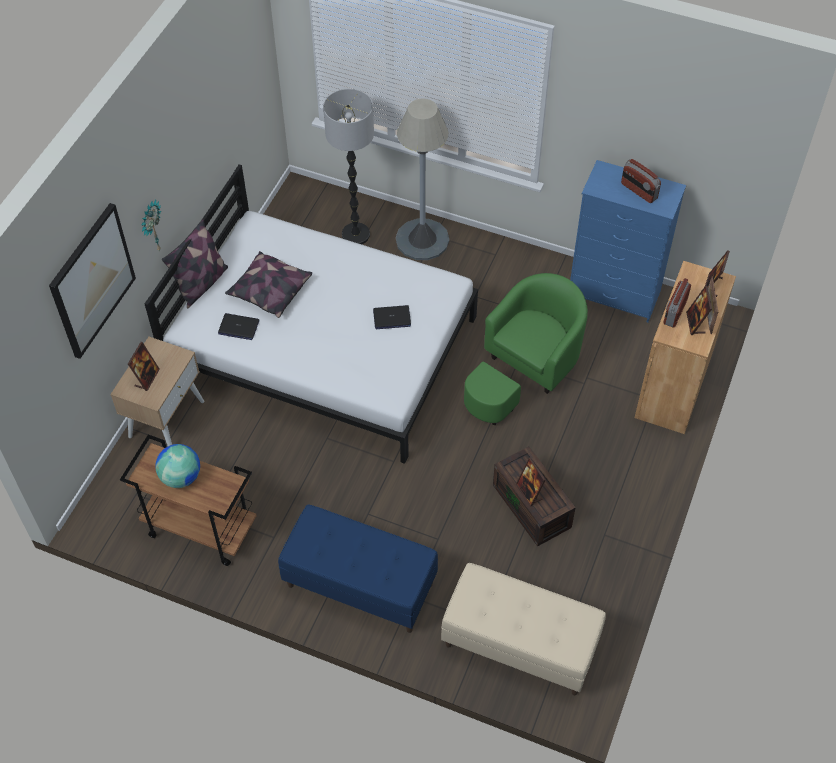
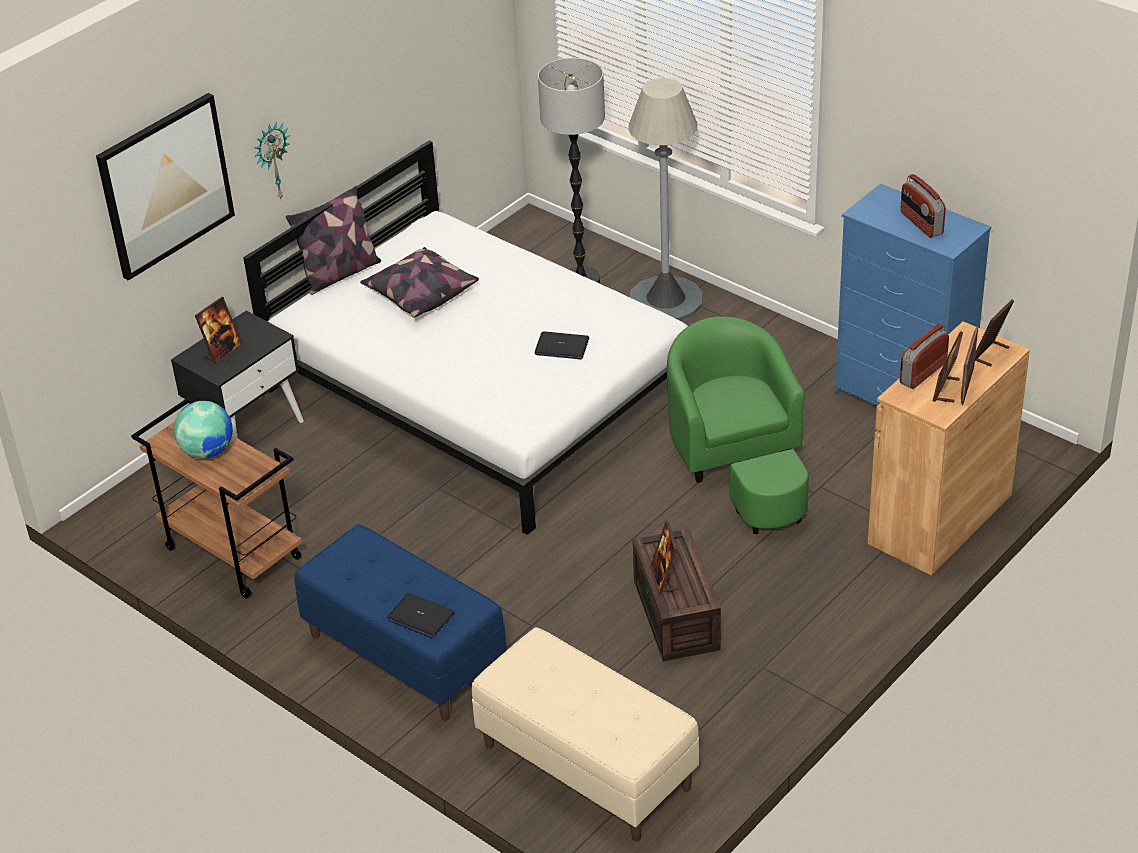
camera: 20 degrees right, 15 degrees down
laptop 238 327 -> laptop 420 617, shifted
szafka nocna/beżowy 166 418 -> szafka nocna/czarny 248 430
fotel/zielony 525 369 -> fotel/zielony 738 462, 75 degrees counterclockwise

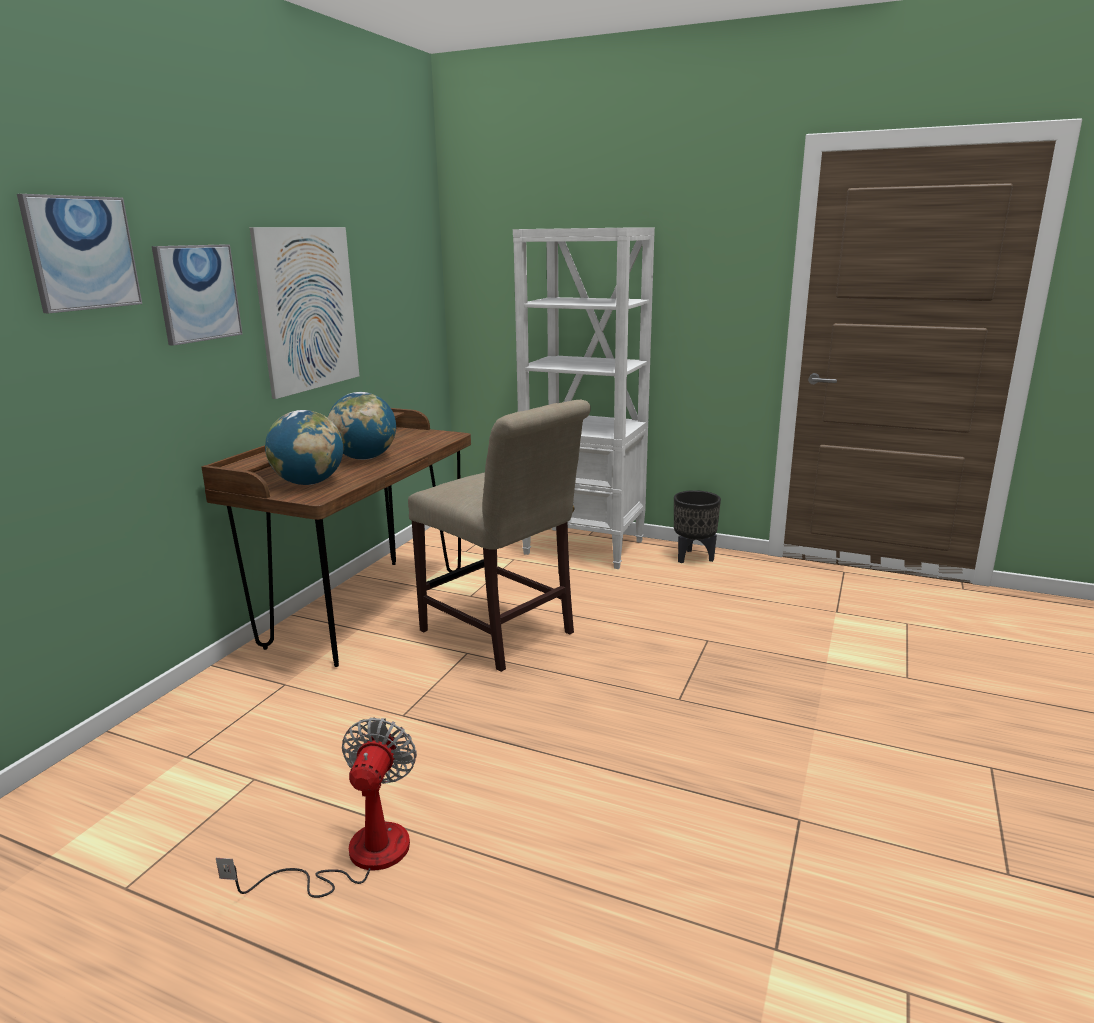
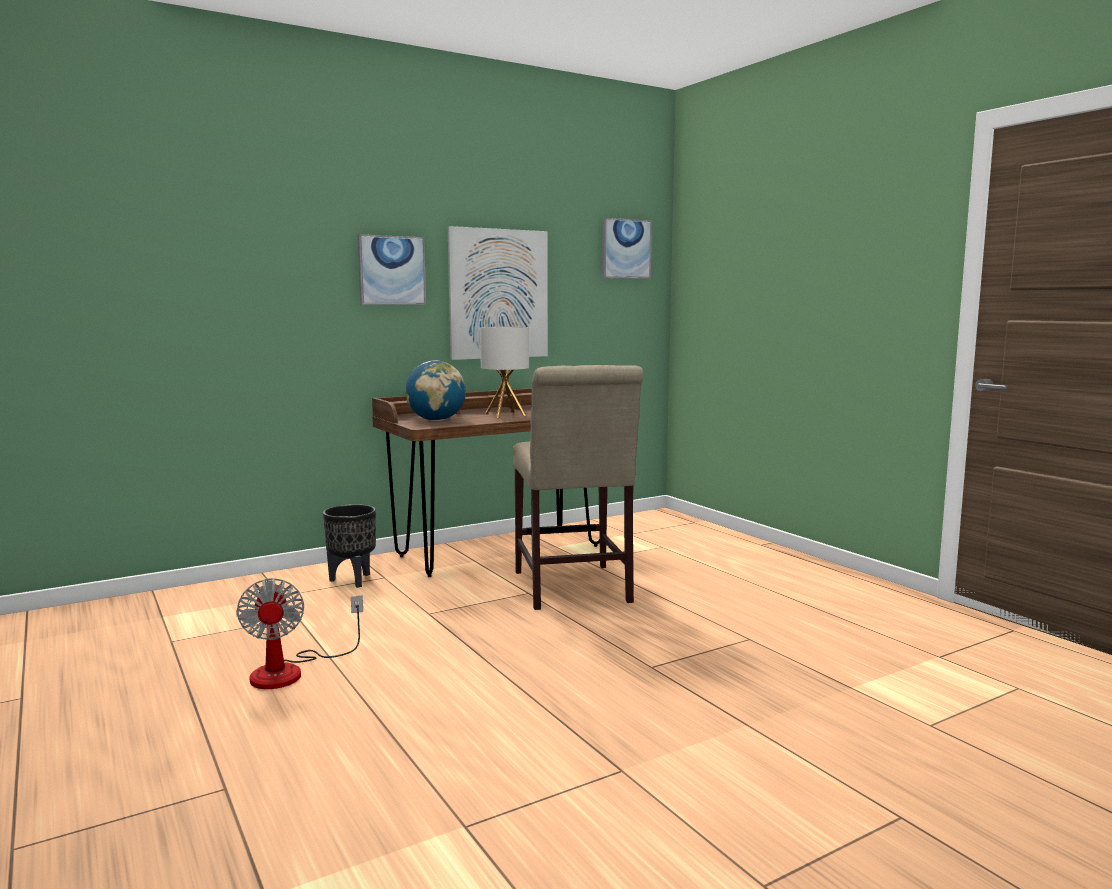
camera: 35 degrees right, 10 degrees down
regał/biały 585 547 -> none
obraz 81 253 -> obraz 625 249, shifted
donica/czarny 693 557 -> donica/czarny 353 580, shifted
globus 365 458 -> lampa stołowa 505 414
wentylator 356 857 -> wentylator 291 670, 120 degrees clockwise

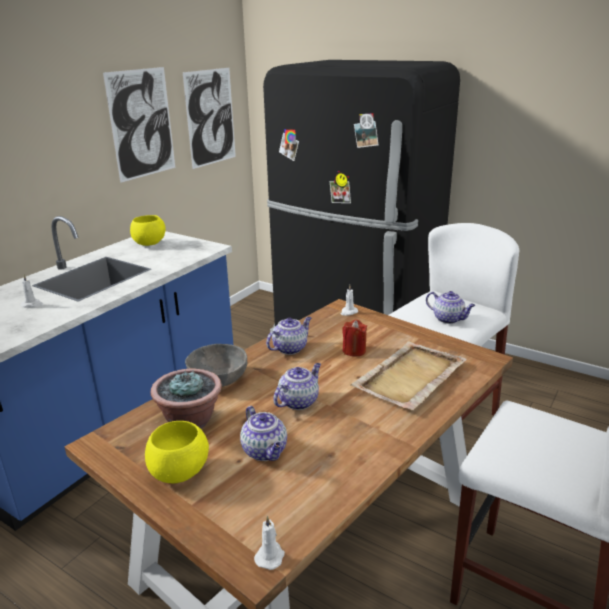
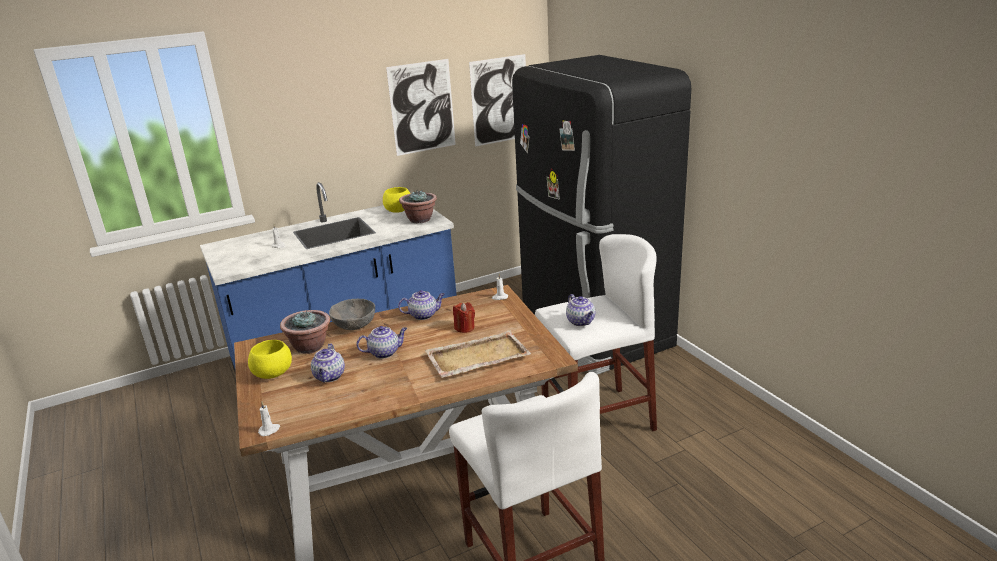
camera: 30 degrees right, 0 degrees up
none -> roślina doniczkowa 420 219

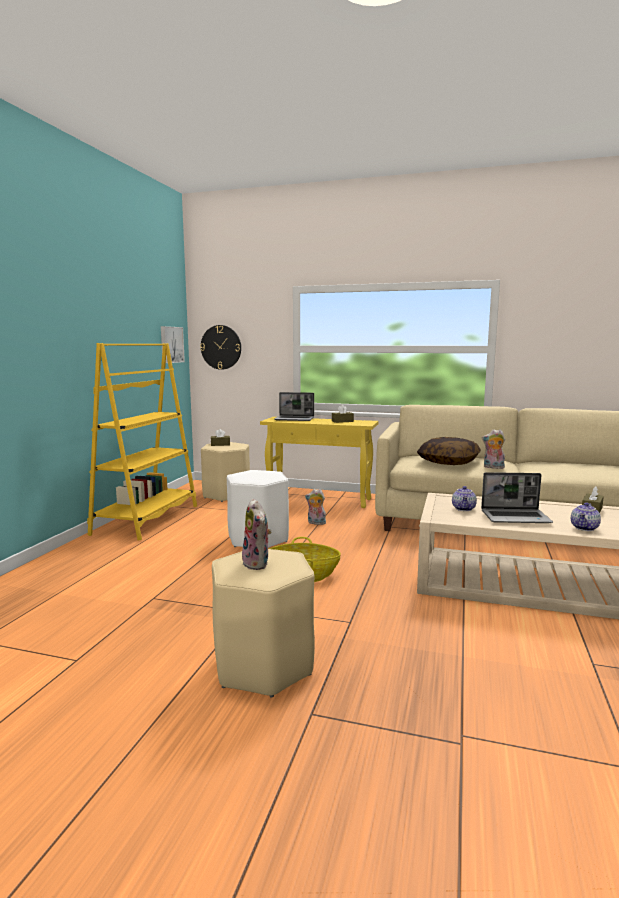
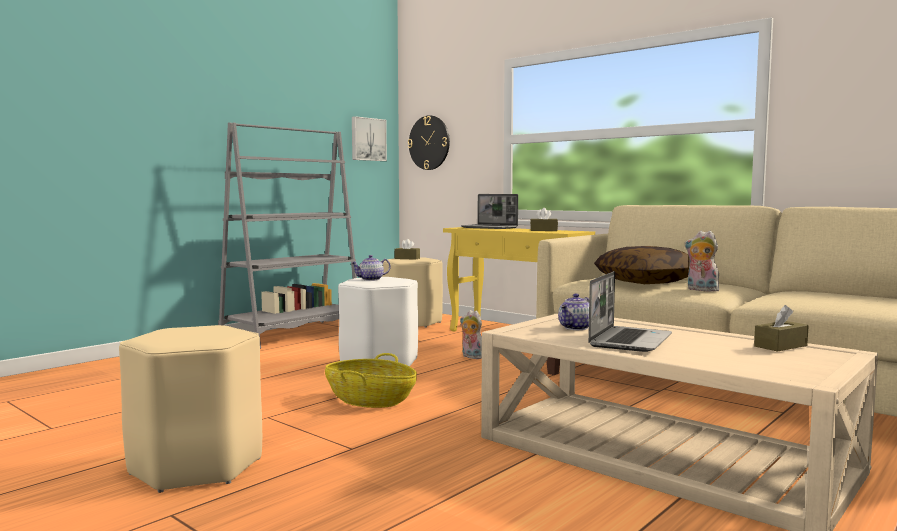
camera: 25 degrees right, 5 degrees down
pluszak 258 564 -> none
imbryk 585 528 -> imbryk 371 279, shifted
regał/żółty 147 520 -> regał/szary 293 334
laptop 516 517 -> laptop 629 340, 90 degrees counterclockwise

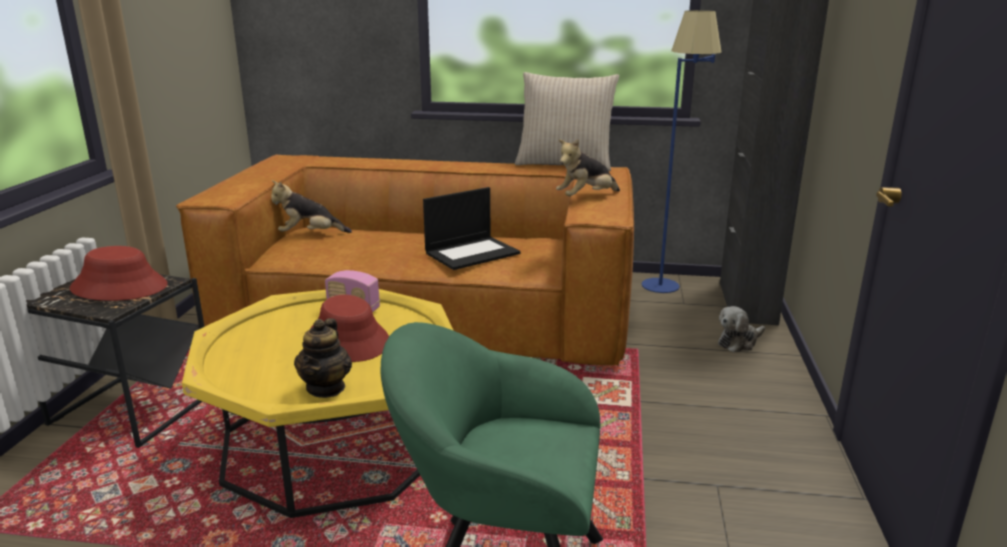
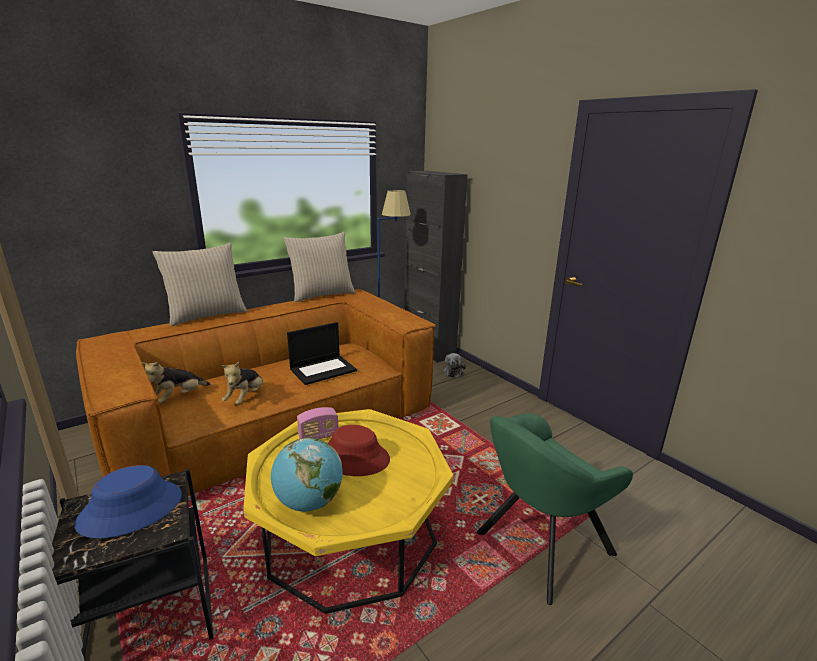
camera: 45 degrees left, 0 degrees up
imbryk 326 388 -> none
none -> poduszka/beżowy 207 315
none -> globus 309 502
pluszak 586 198 -> pluszak 245 398, shifted
kapelusz/czerwony 120 287 -> kapelusz/niebieski 131 509
laptop 472 253 -> laptop 323 369, 45 degrees clockwise

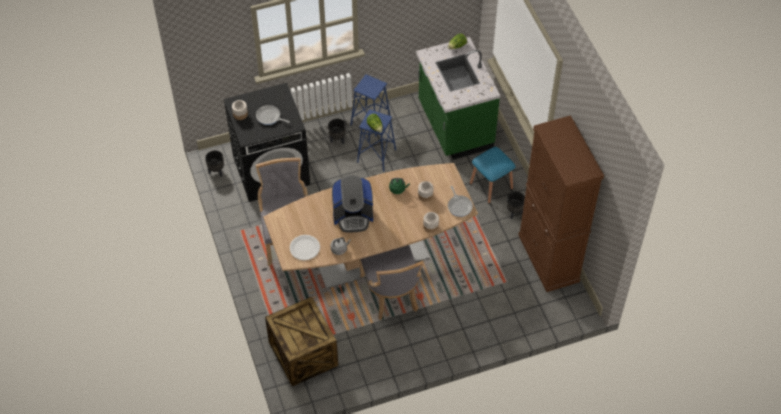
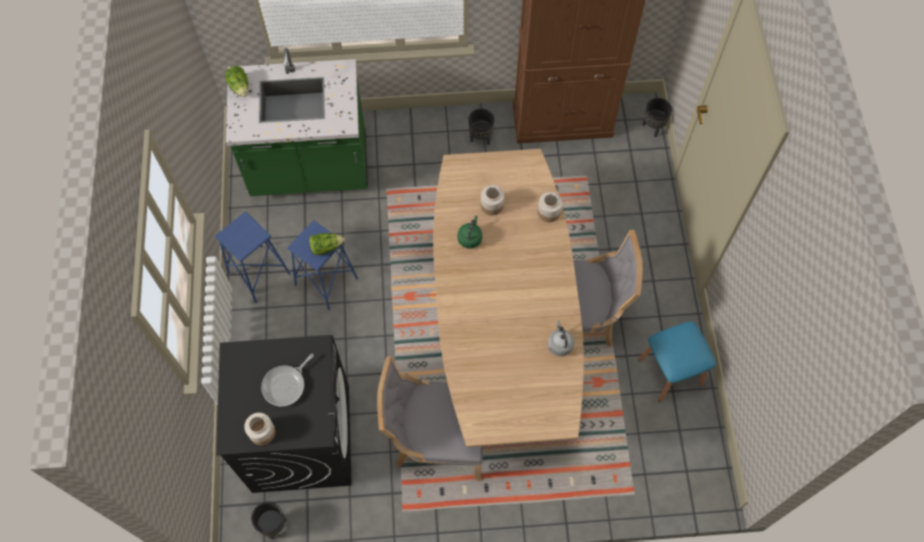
camera: 75 degrees left, 10 degrees up
skrzynka 302 354 -> none
talerz/biały 304 248 -> none
ekspres do kawy 353 216 -> none
patelnia 459 206 -> none
donica/czarny 337 140 -> donica/czarny 652 127, shifted
stołek/niebieski 491 186 -> stołek/niebieski 670 371, shifted

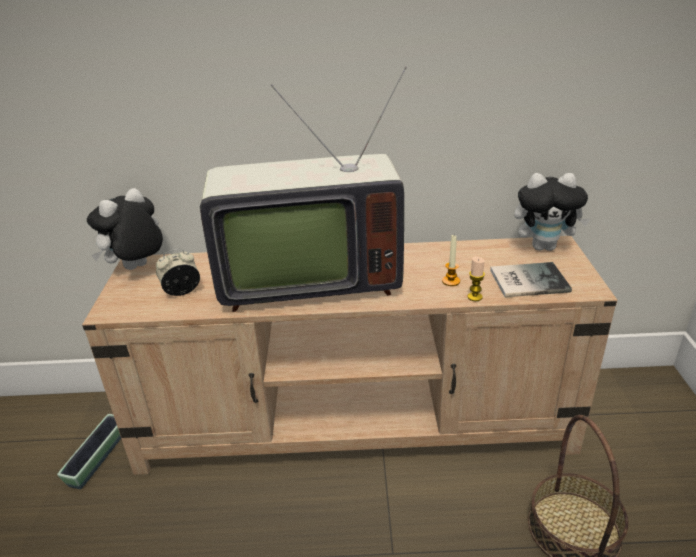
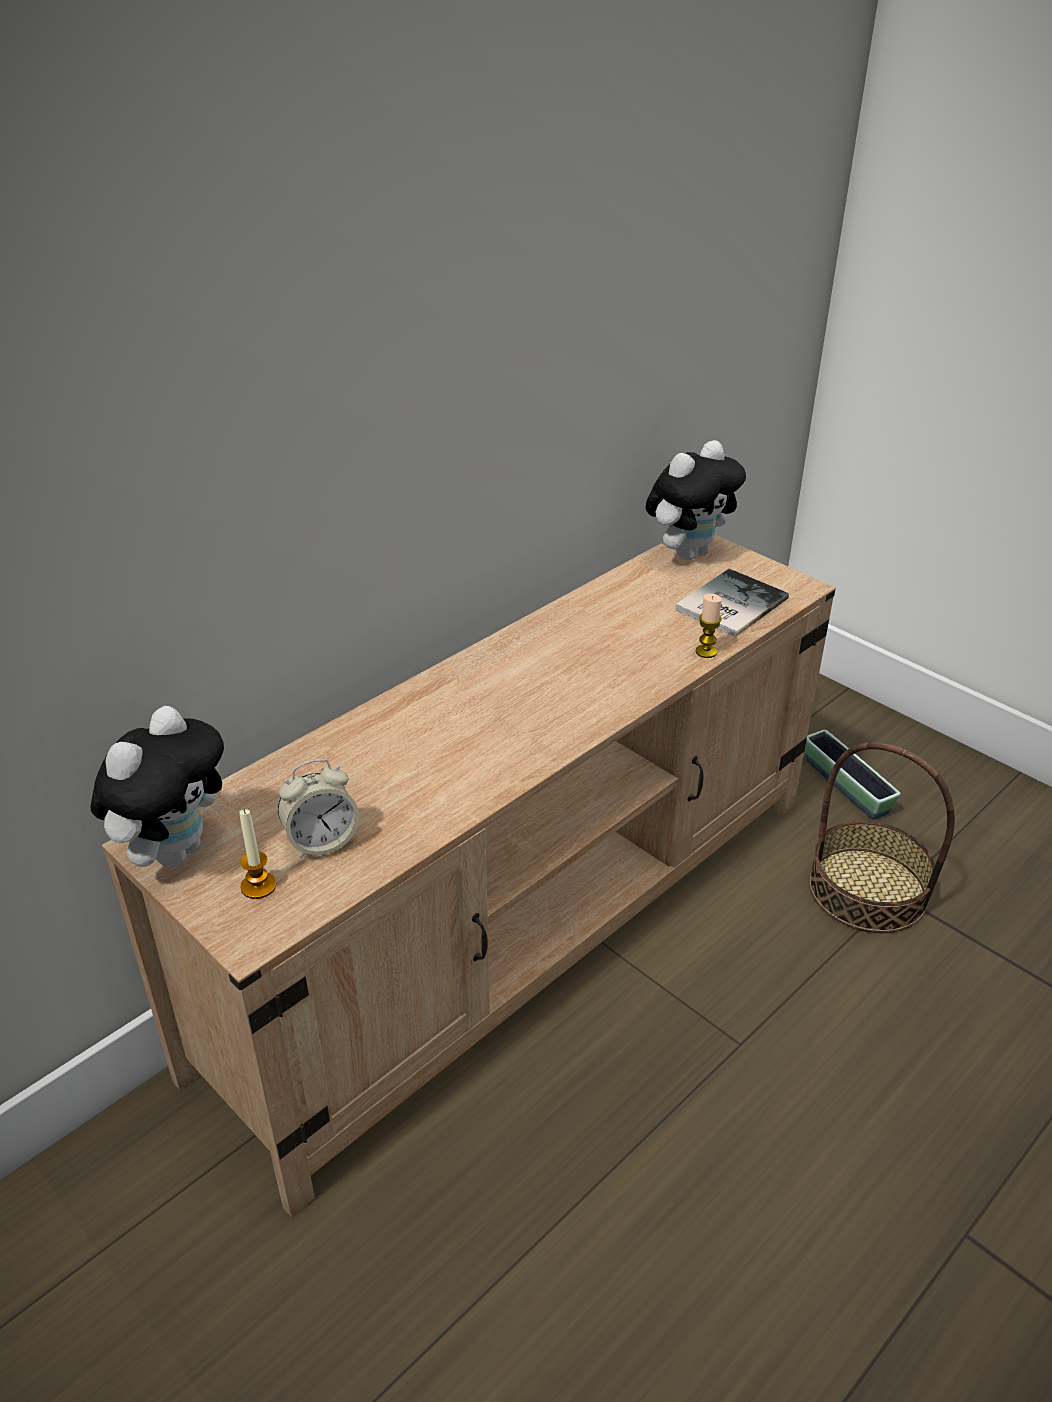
camera: 45 degrees left, 5 degrees up
telewizor 306 280 -> none
donica 98 458 -> donica 846 786, shifted
świeca 451 281 -> świeca 258 886, shifted
pluszak 136 269 -> pluszak 175 850, 150 degrees counterclockwise
budzik 182 291 -> budzik 322 841, 135 degrees counterclockwise

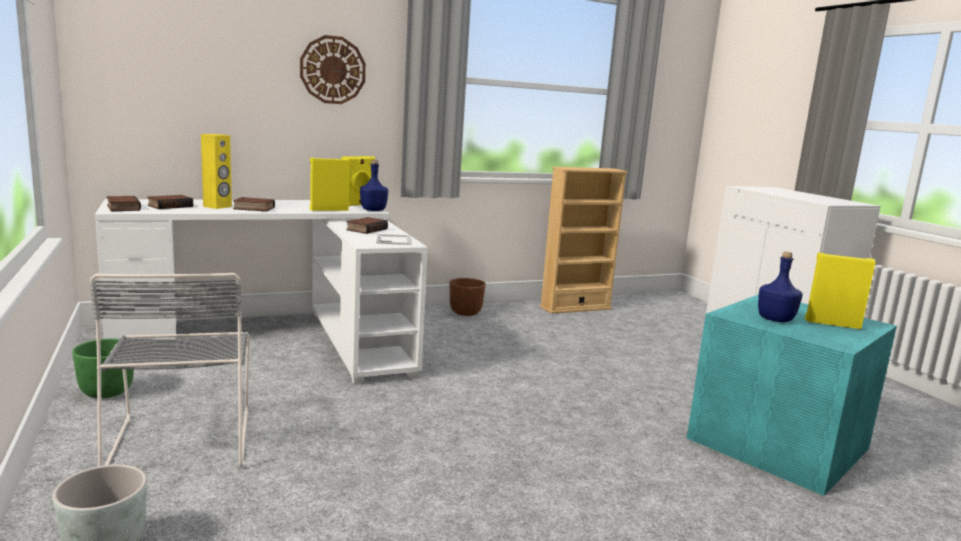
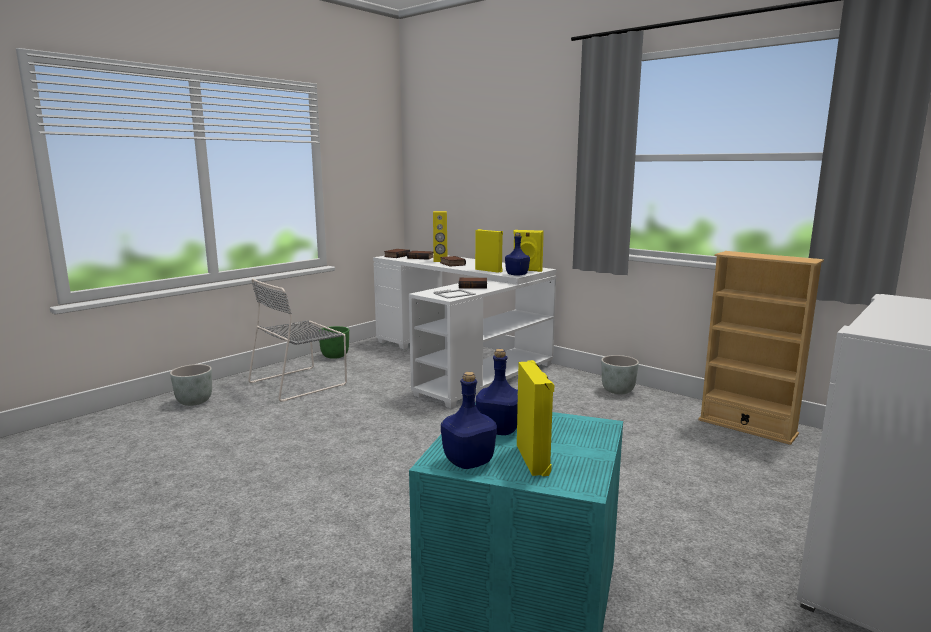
camera: 65 degrees right, 0 degrees up
zegar ścienny 333 70 -> none
none -> butelka/niebieski 467 462
donica/brązowy 465 313 -> donica/szary 617 391

